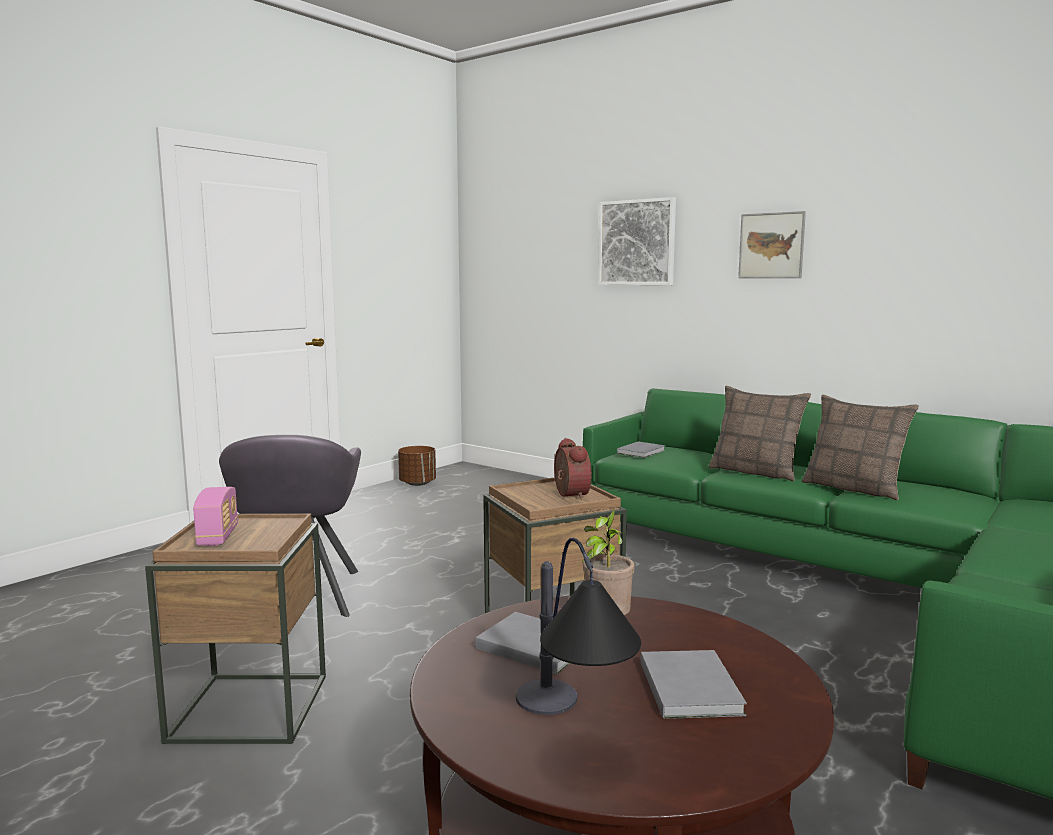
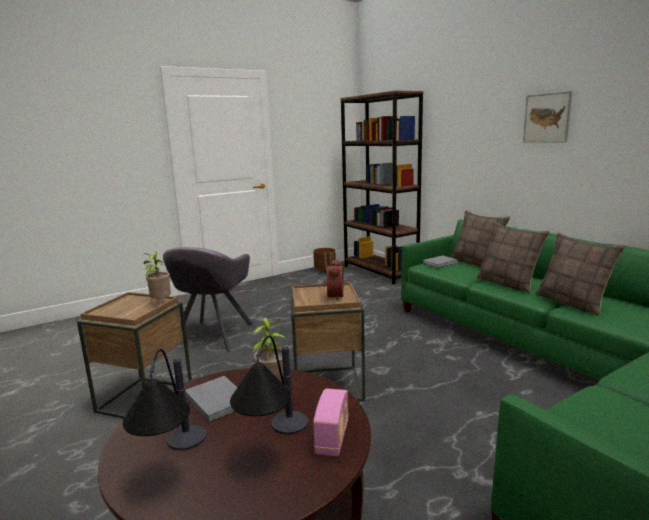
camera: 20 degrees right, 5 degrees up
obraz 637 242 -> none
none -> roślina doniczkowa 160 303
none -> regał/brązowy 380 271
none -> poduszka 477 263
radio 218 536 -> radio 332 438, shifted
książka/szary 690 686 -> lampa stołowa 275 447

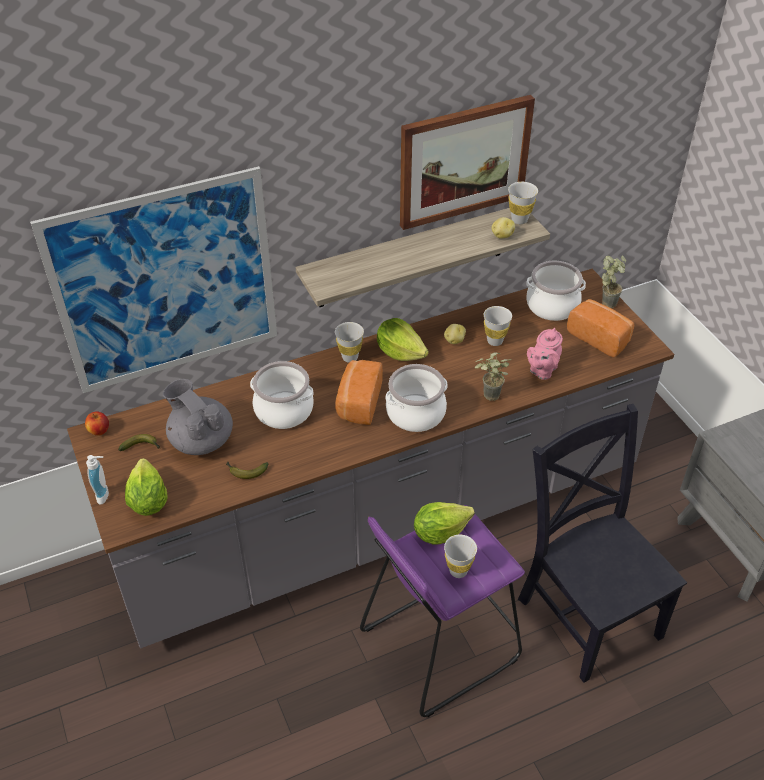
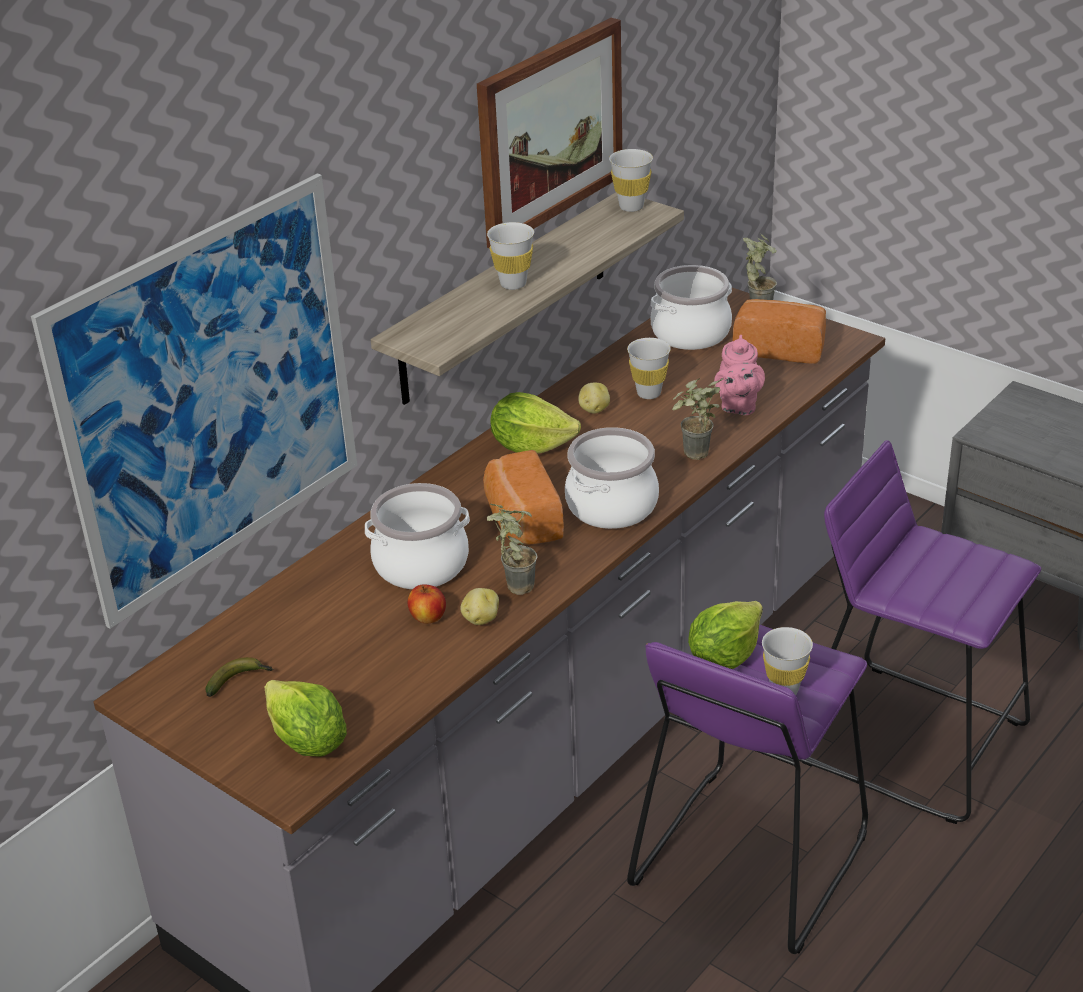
camera: 25 degrees left, 10 degrees down
dozownik mydła 105 495 -> none
imbryk/szary 201 440 -> none
banan 245 471 -> none
none -> roślina doniczkowa 512 586
jabłko 99 431 -> jabłko 428 618, shifted
filiżanka/biały 350 357 -> filiżanka/biały 513 284, shifted
ziemniak 502 235 -> ziemniak 480 619, shifted
krzesło/czarny 586 612 -> stołek/fioletowy 912 740

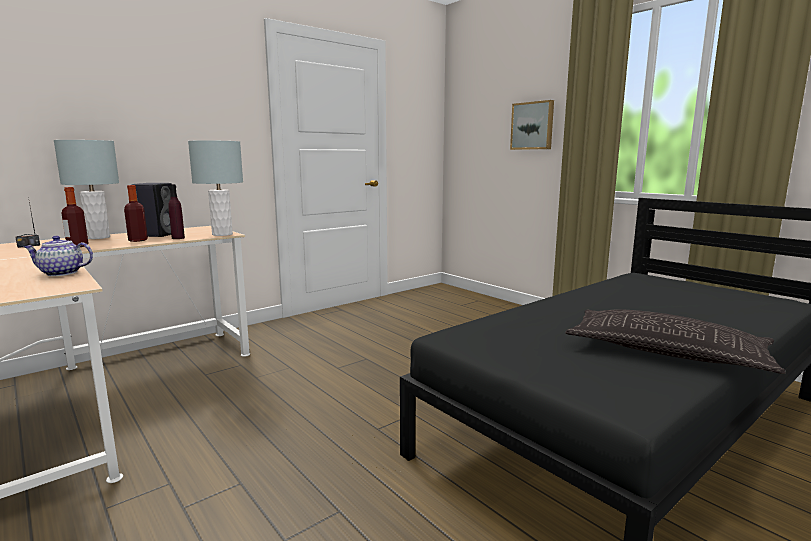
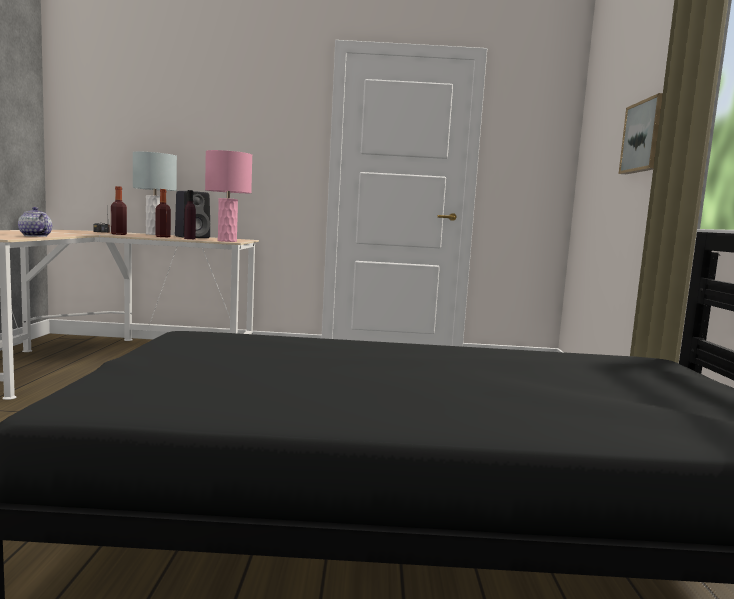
camera: 40 degrees right, 5 degrees down
poduszka 666 351 -> none
lampa stołowa/szary 222 234 -> lampa stołowa/różowy 227 241

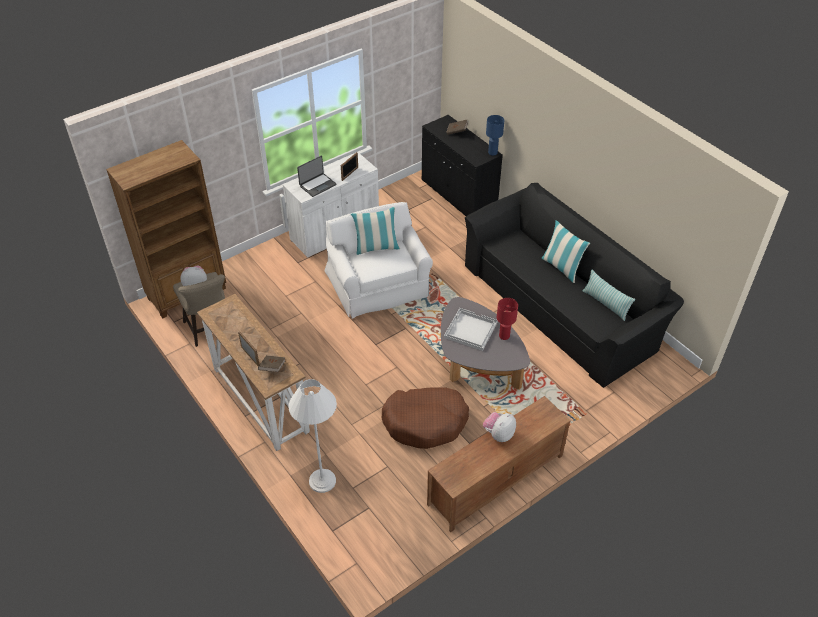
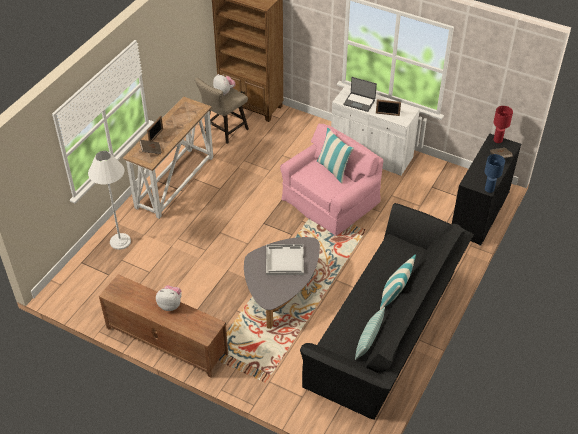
camera: 65 degrees right, 0 degrees up
legowisko/brązowy 425 422 -> none
lampa stołowa/czerwony 504 336 -> lampa stołowa/czerwony 497 140, shifted
fotel/biały 377 283 -> fotel/różowy 330 200

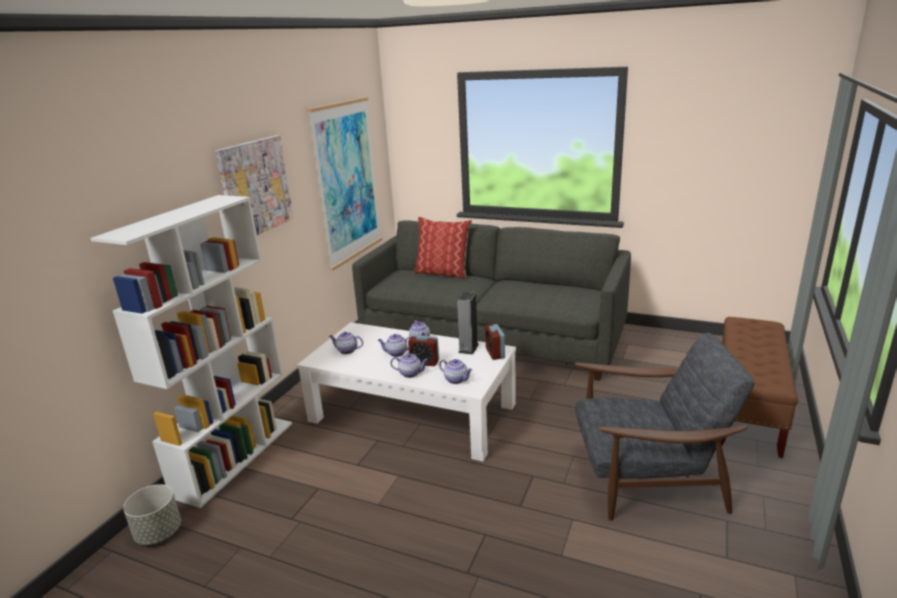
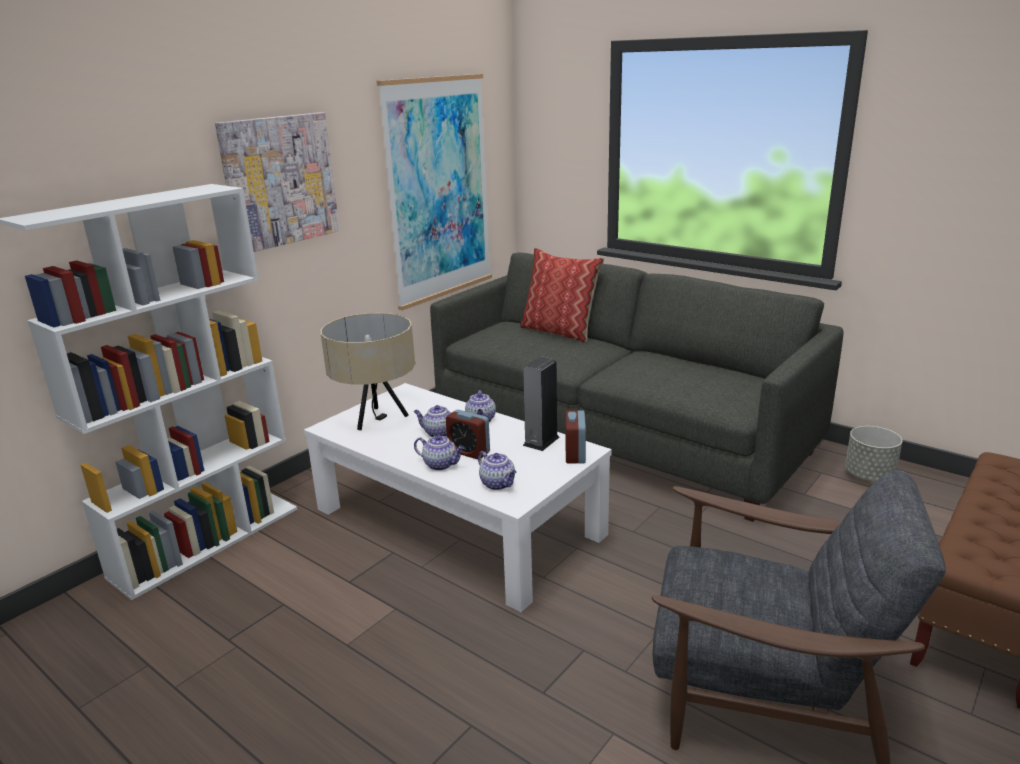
camera: 15 degrees right, 0 degrees up
donica/szary 159 532 -> donica/szary 869 475, shifted
imbryk 346 351 -> lampa stołowa/beżowy 376 420

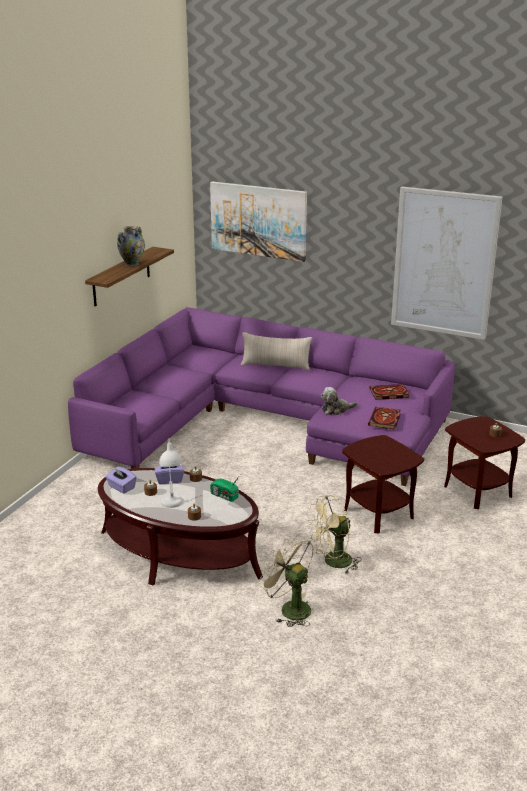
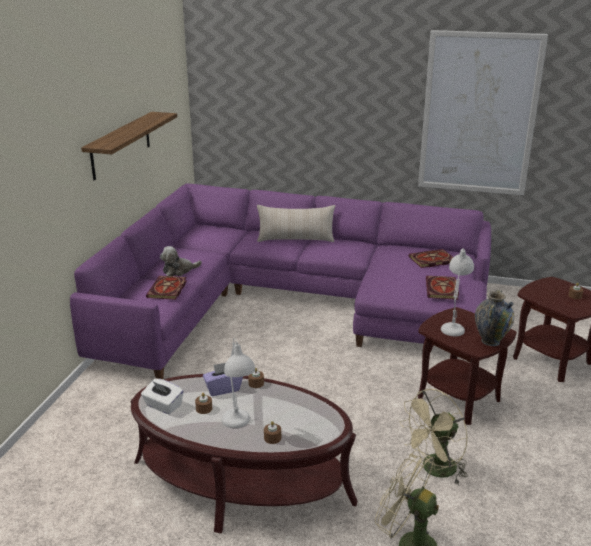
camera: 10 degrees left, 0 degrees up
obraz 258 220 -> none
radio 224 496 -> none
none -> książka 167 290
none -> lampa stołowa/biały 454 325
wazon 132 264 -> wazon 490 341, shifted
pluszak 336 409 -> pluszak 179 270, shifted
pudełko chusteczek/fioletowy 121 487 -> pudełko chusteczek/biały 163 406

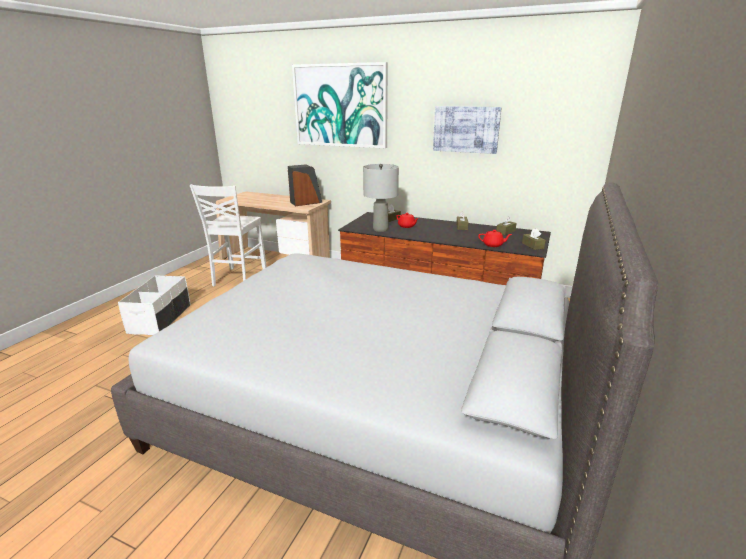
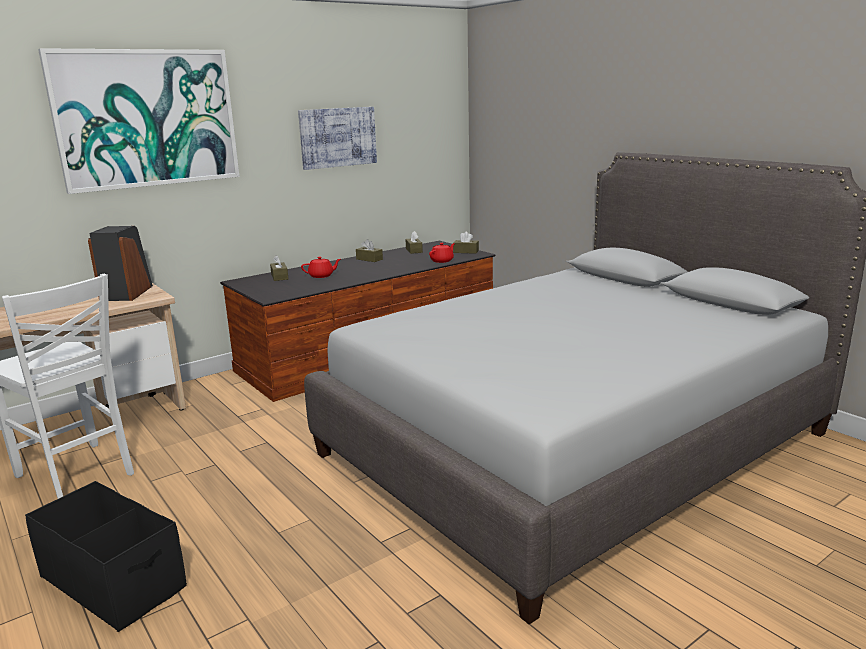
camera: 60 degrees left, 5 degrees down
lampa stołowa/szary 381 229 -> none
pojemnik do przechowywania/biały 160 318 -> pojemnik do przechowywania/czarny 113 581

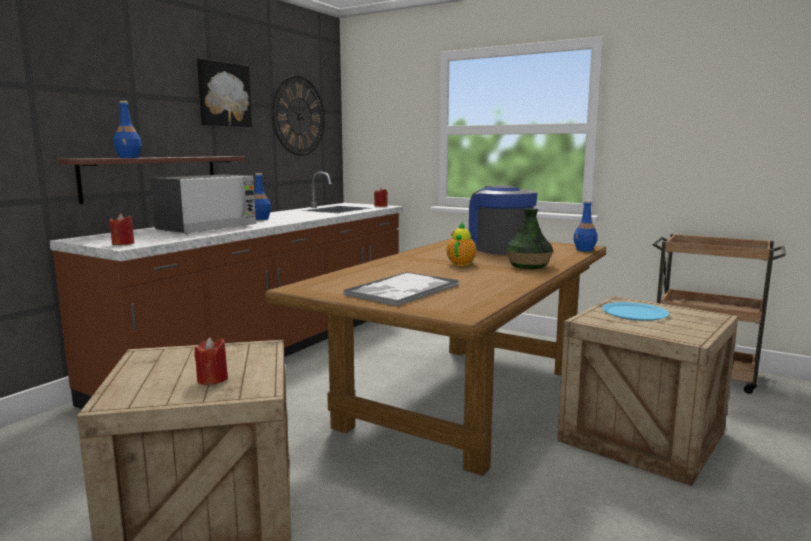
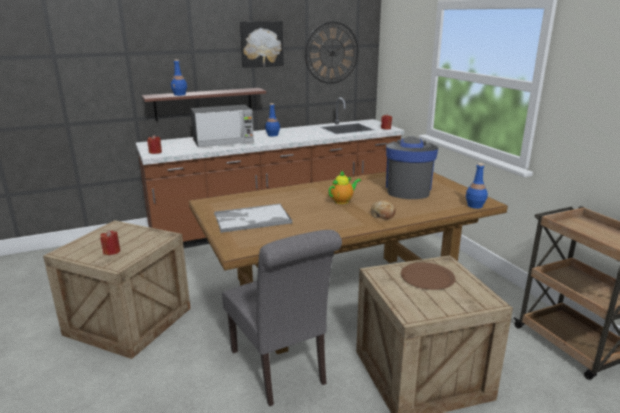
camera: 35 degrees right, 10 degrees up
none -> krzesło/szary 281 370
wazon 528 266 -> chleb 383 214
talerz/niebieski 635 313 -> talerz/brązowy 427 277

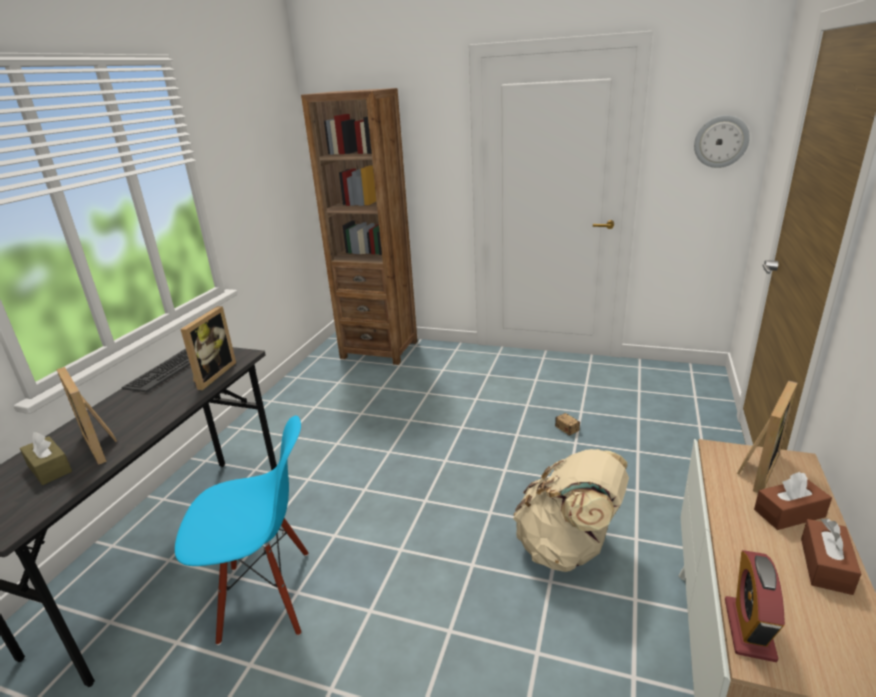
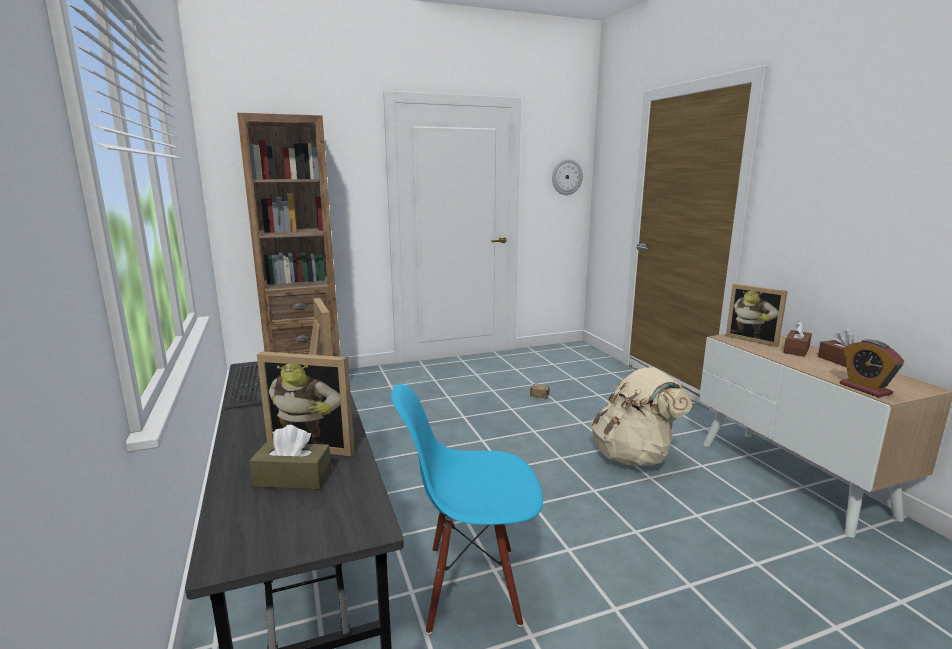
camera: 40 degrees left, 10 degrees down
krzesło/niebieski 266 596 -> krzesło/niebieski 471 586, 135 degrees counterclockwise
ramka na zdjęcie 756 468 -> ramka na zdjęcie 753 339, 135 degrees clockwise

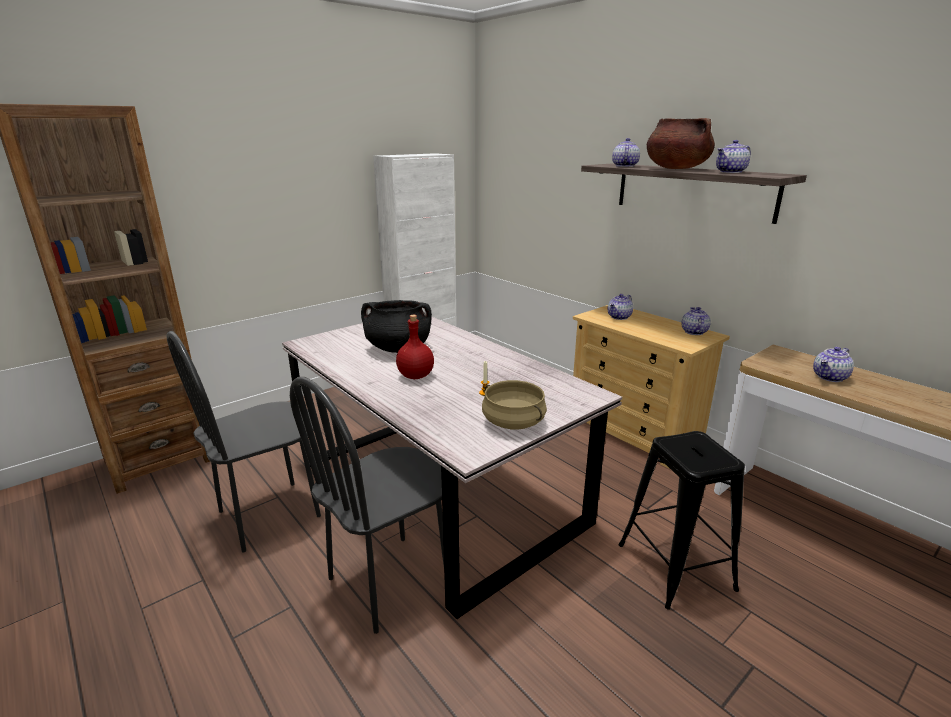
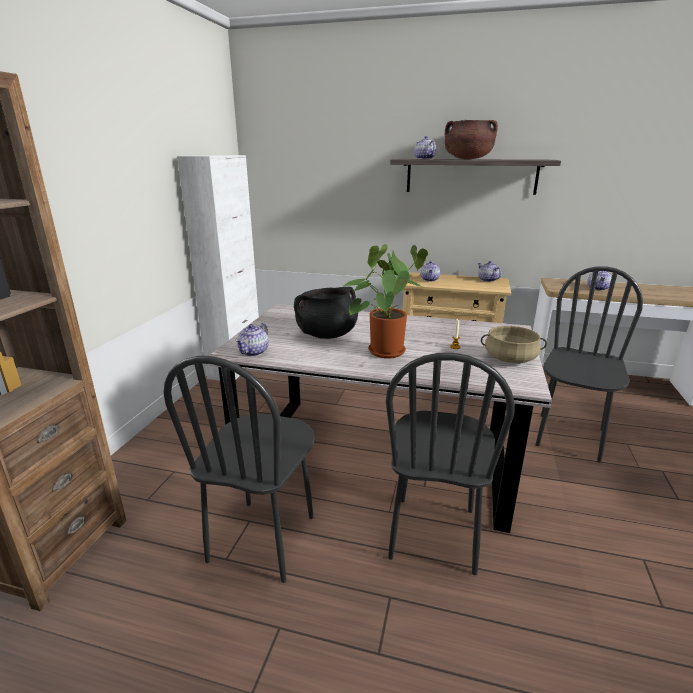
camera: 35 degrees left, 0 degrees up
imbryk 730 172 -> imbryk 254 352, shifted
butelka/czerwony 416 376 -> roślina doniczkowa 385 350
stołek/czarny 675 566 -> krzesło/czarny 569 437

